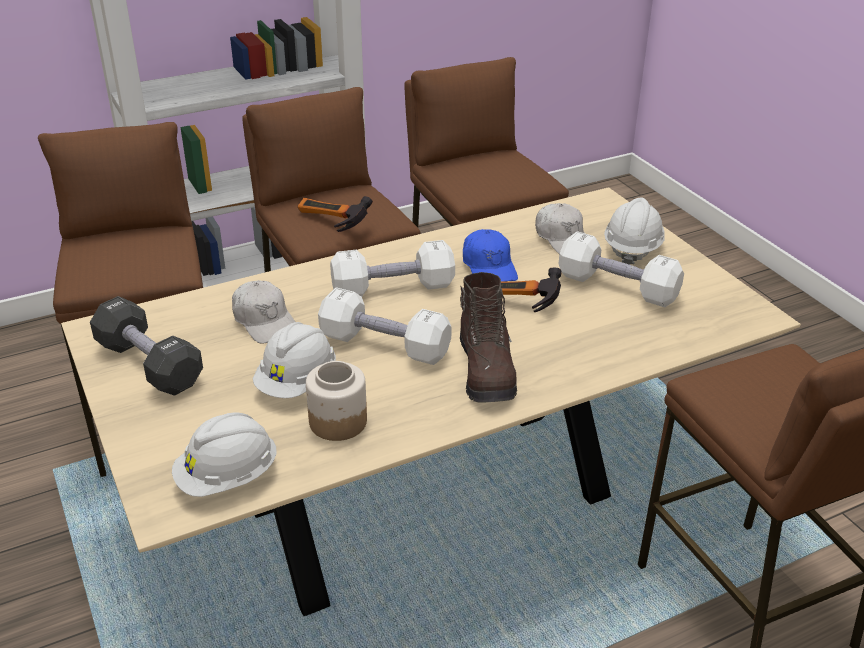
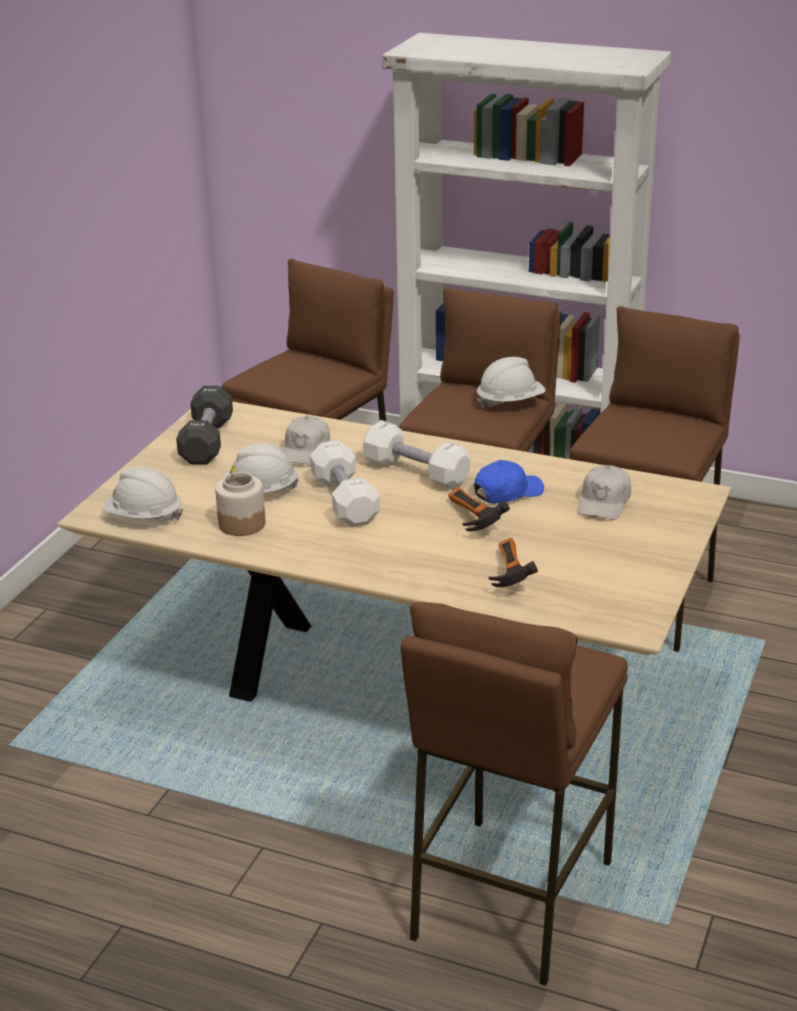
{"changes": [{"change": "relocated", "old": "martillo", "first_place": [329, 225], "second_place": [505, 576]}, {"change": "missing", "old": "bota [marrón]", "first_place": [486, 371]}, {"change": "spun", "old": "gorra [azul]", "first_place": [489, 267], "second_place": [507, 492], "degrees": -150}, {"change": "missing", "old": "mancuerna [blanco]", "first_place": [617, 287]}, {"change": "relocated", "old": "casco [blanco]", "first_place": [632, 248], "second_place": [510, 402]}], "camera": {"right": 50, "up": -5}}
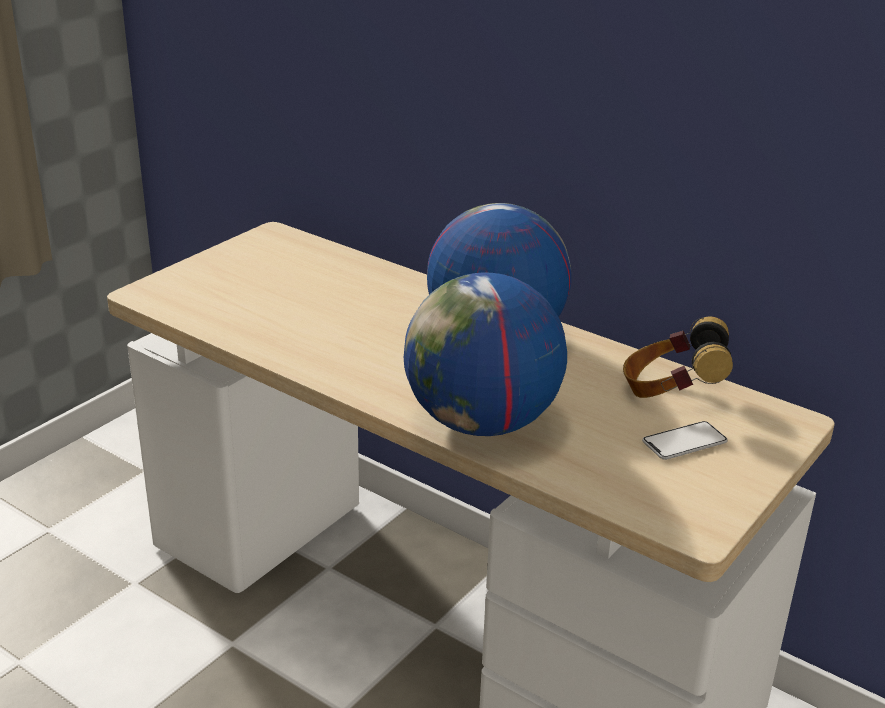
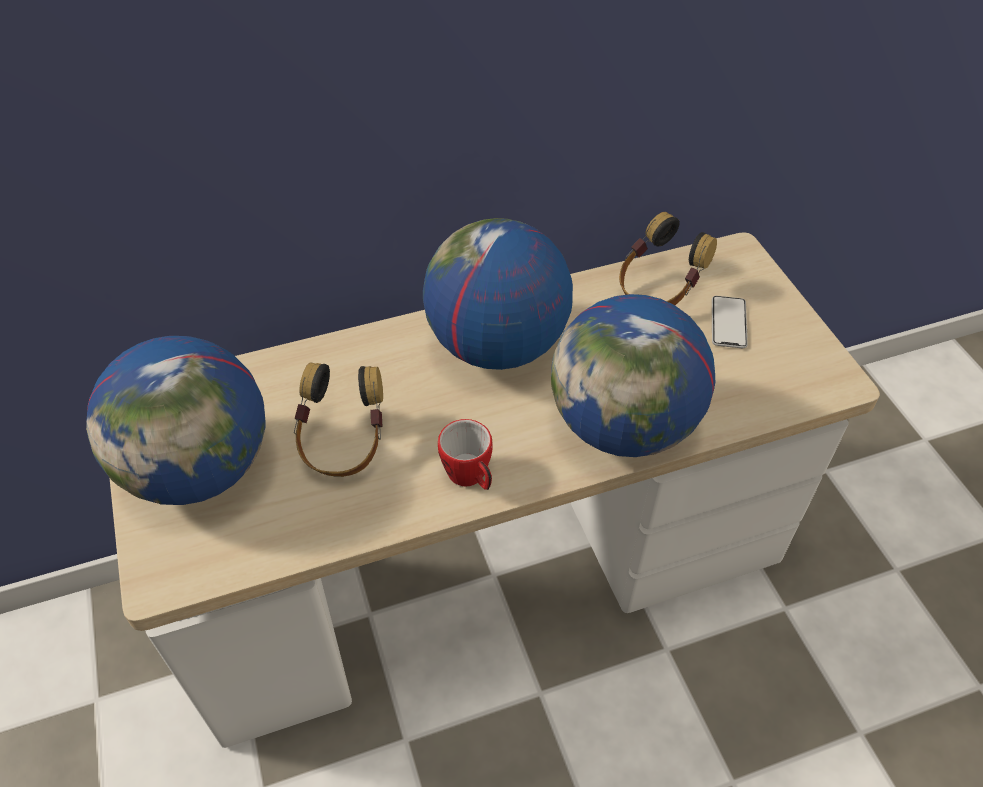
{"changes": [{"change": "appeared", "new": "globo terráqueo", "second_place": [200, 468]}, {"change": "appeared", "new": "auriculares", "second_place": [343, 444]}, {"change": "appeared", "new": "taza grande", "second_place": [470, 477]}], "camera": {"right": -55, "up": 20}}
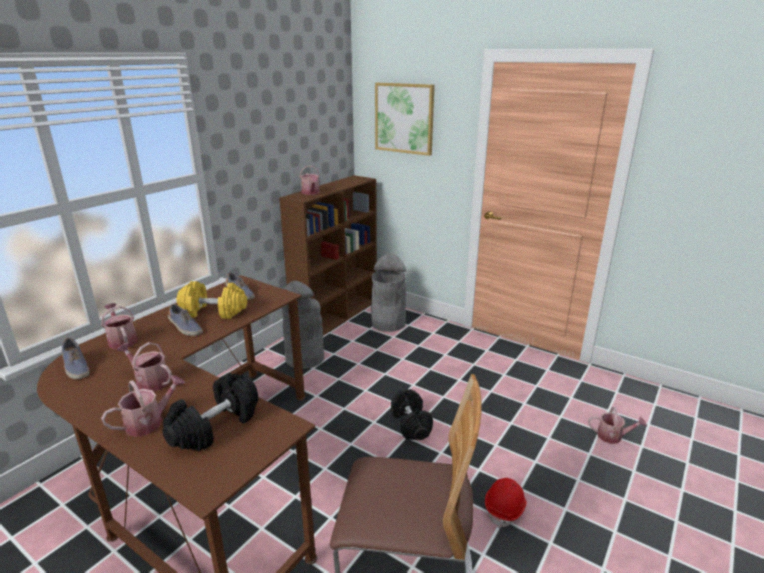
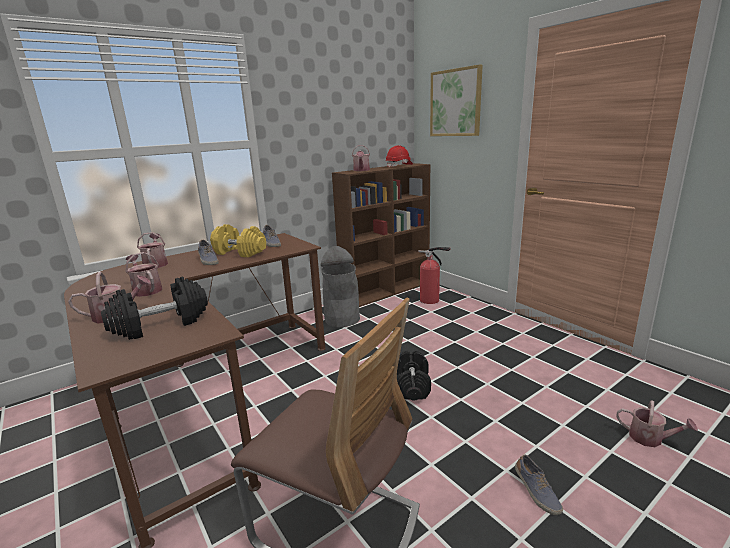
{"changes": [{"change": "relocated", "old": "zapato", "first_place": [75, 367], "second_place": [536, 492]}, {"change": "exchanged", "old": "papelera [gris]", "new": "extintor", "first_place": [388, 323], "second_place": [431, 300]}, {"change": "relocated", "old": "casco [rojo]", "first_place": [505, 508], "second_place": [399, 166]}], "camera": {"right": 20, "up": -5}}
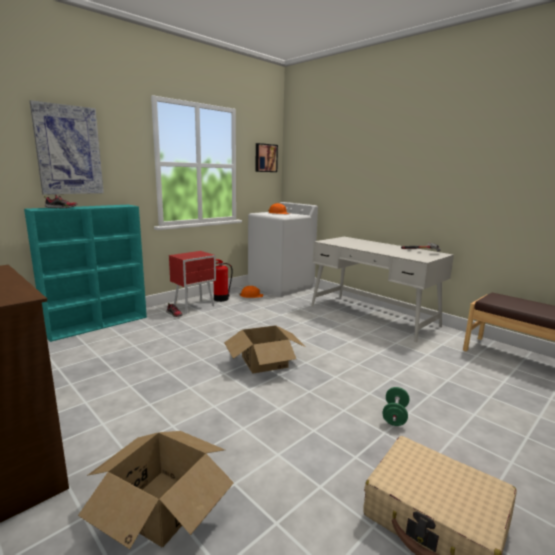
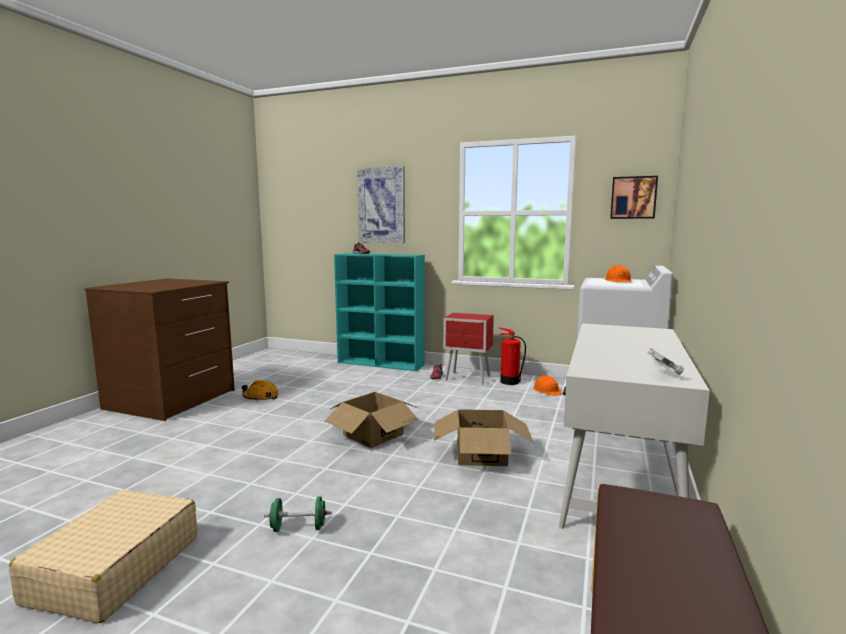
{"changes": [{"change": "relocated", "old": "caja de cartón", "first_place": [161, 506], "second_place": [480, 454]}, {"change": "appeared", "new": "casco [naranja]", "second_place": [261, 397]}], "camera": {"right": 65, "up": -5}}
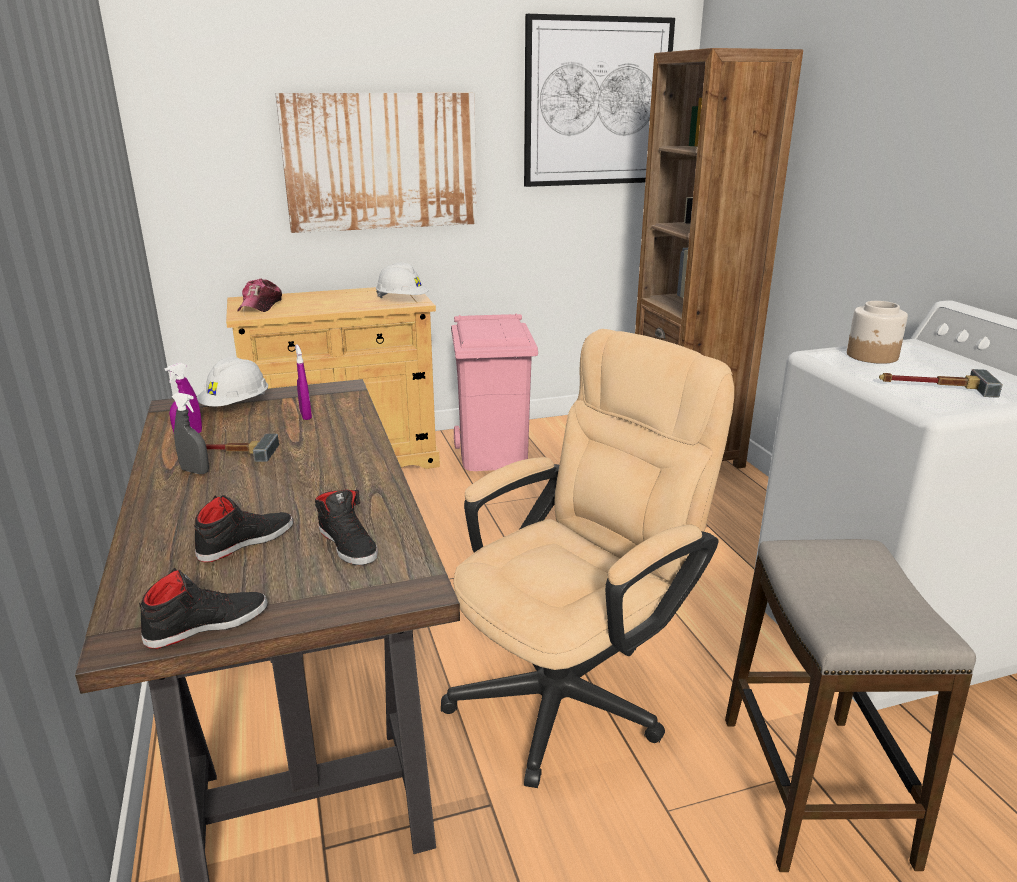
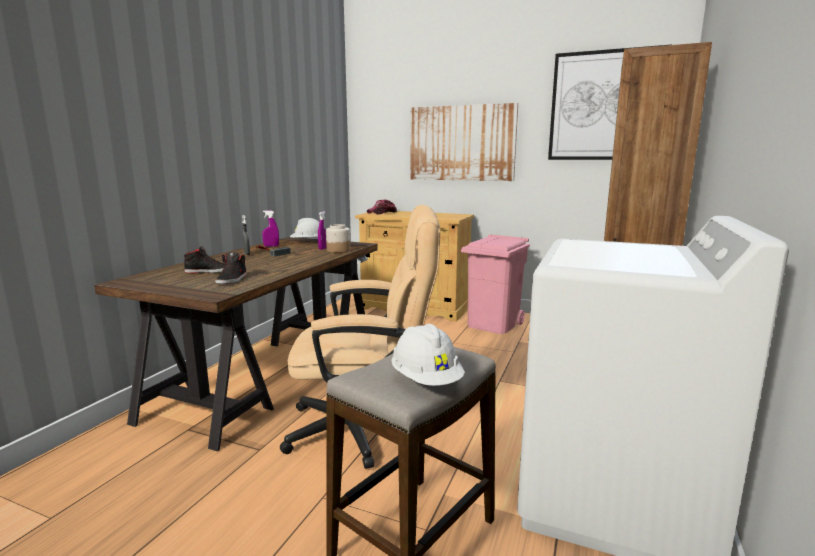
{"changes": [{"change": "missing", "old": "zapato [negro]", "first_place": [207, 624]}, {"change": "relocated", "old": "casco [blanco]", "first_place": [402, 300], "second_place": [426, 380]}, {"change": "relocated", "old": "tarro", "first_place": [872, 356], "second_place": [338, 250]}, {"change": "missing", "old": "martillo", "first_place": [933, 387]}], "camera": {"right": 40, "up": -10}}
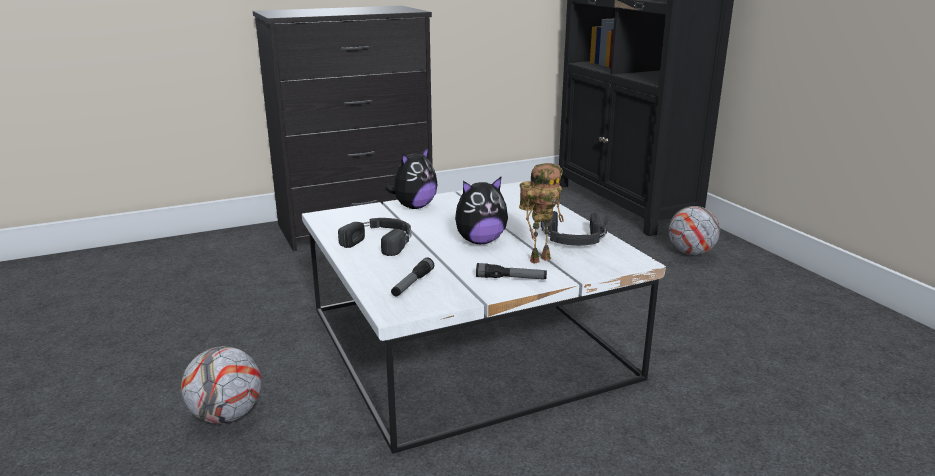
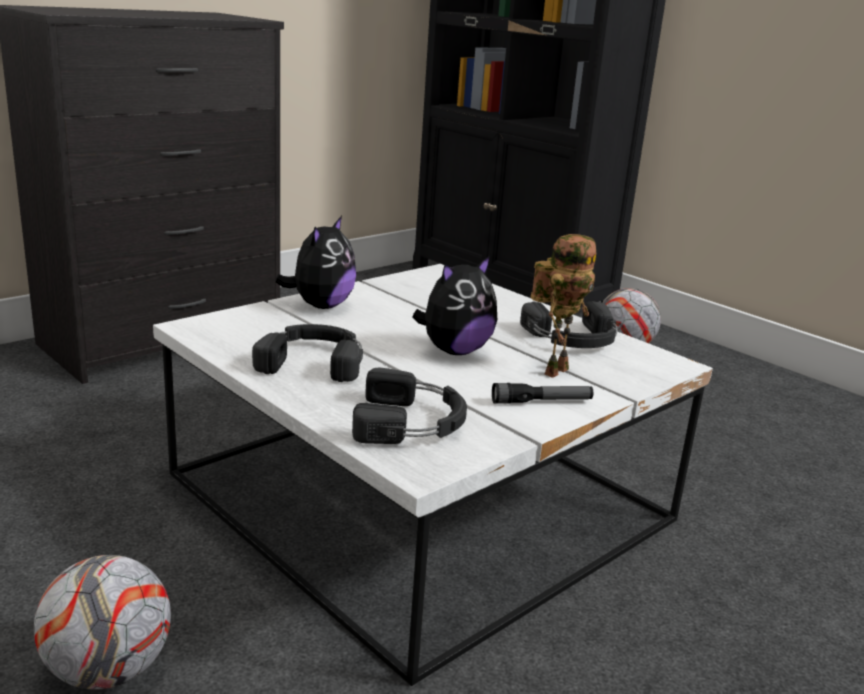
{"changes": [{"change": "exchanged", "old": "linterna", "new": "auriculares [negro]", "first_place": [412, 284], "second_place": [412, 422]}], "camera": {"right": -20, "up": 0}}
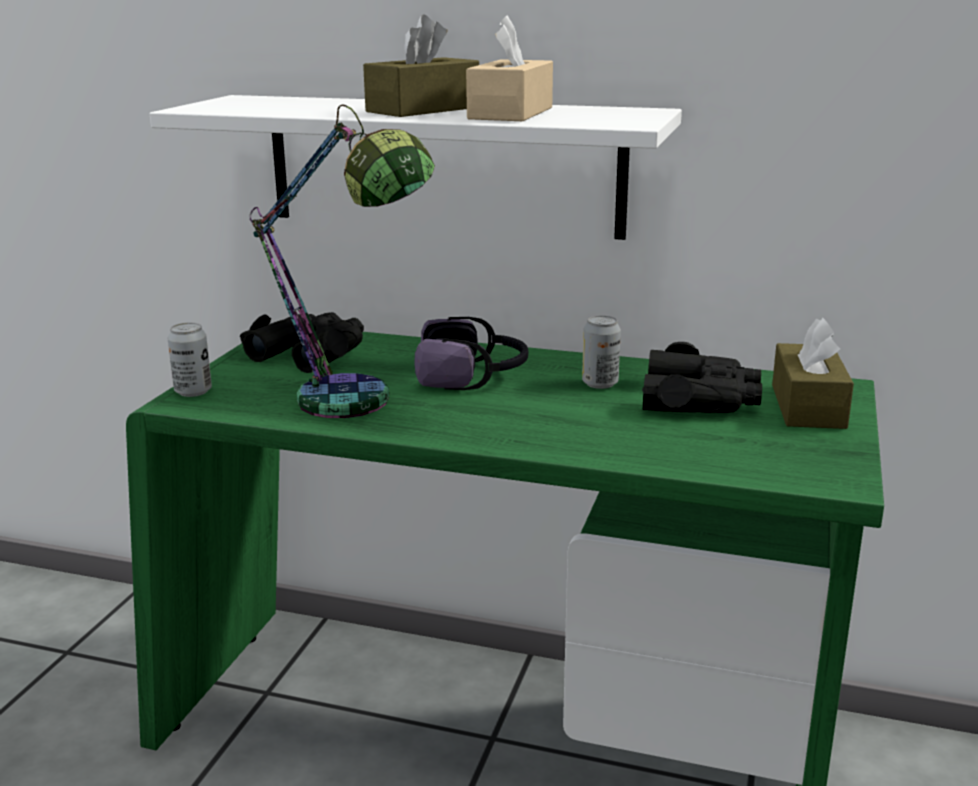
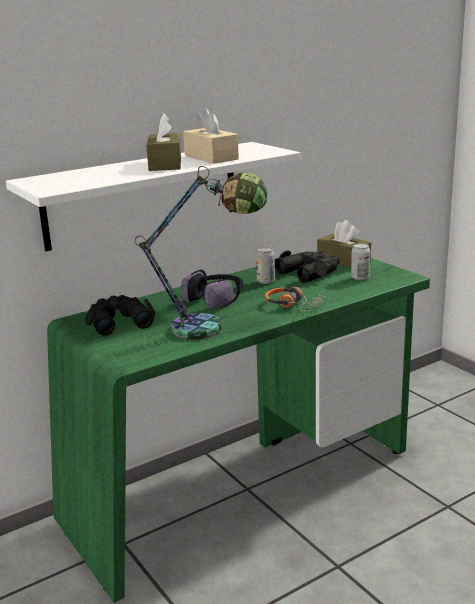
{"changes": [{"change": "relocated", "old": "lata", "first_place": [193, 391], "second_place": [360, 277]}, {"change": "appeared", "new": "auriculares", "second_place": [294, 305]}], "camera": {"right": -50, "up": 0}}
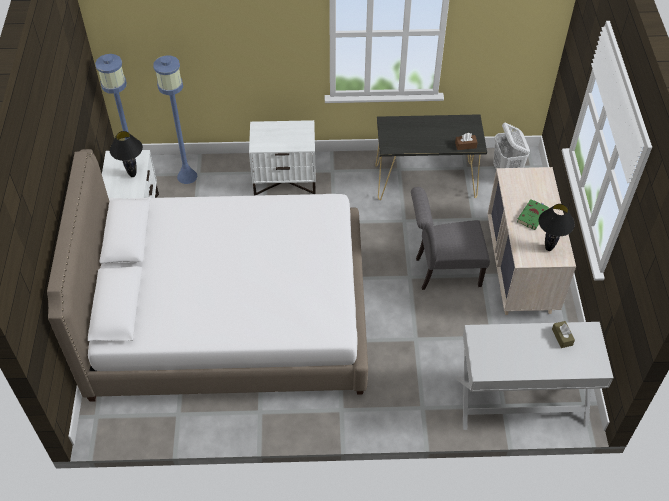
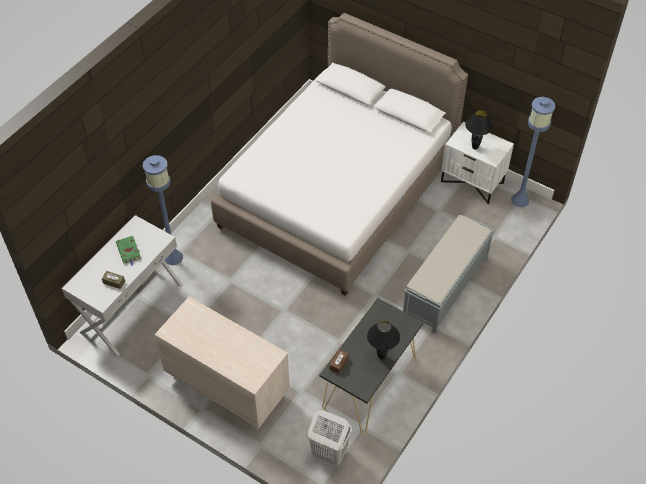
{"changes": [{"change": "relocated", "old": "lámpara de pie [azul]", "first_place": [187, 176], "second_place": [173, 257]}, {"change": "exchanged", "old": "mesita de noche [blanco]", "new": "banco [gris]", "first_place": [285, 180], "second_place": [445, 287]}, {"change": "missing", "old": "silla [gris]", "first_place": [443, 272]}, {"change": "relocated", "old": "libro [verde]", "first_place": [532, 215], "second_place": [129, 251]}, {"change": "relocated", "old": "lámpara de mesa [negro]", "first_place": [548, 248], "second_place": [381, 356]}], "camera": {"right": 125, "up": 0}}
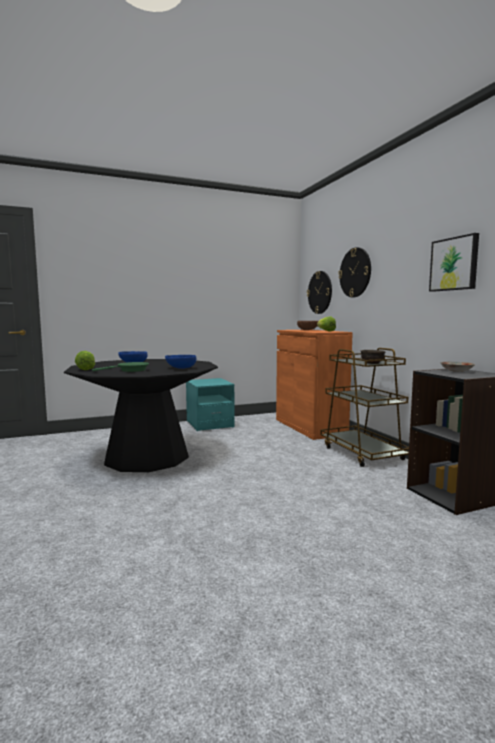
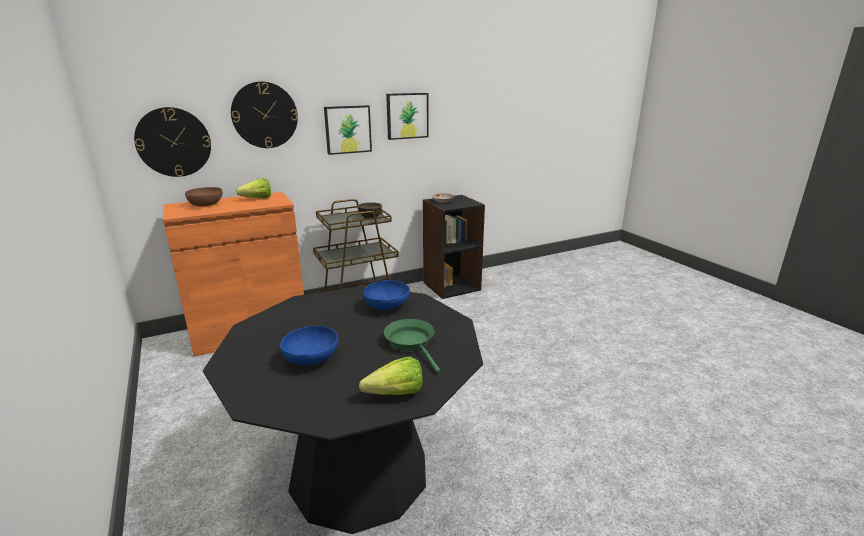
{"changes": [{"change": "missing", "old": "mesita de noche [turquesa]", "first_place": [209, 424]}, {"change": "appeared", "new": "cuadro", "second_place": [347, 129]}], "camera": {"right": -95, "up": 15}}
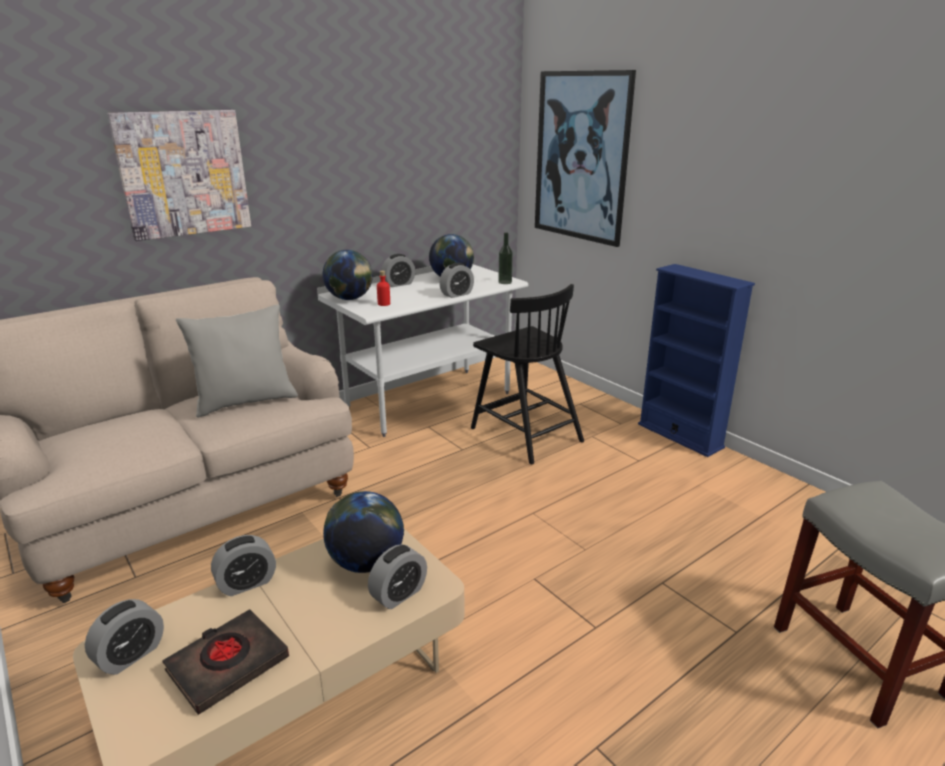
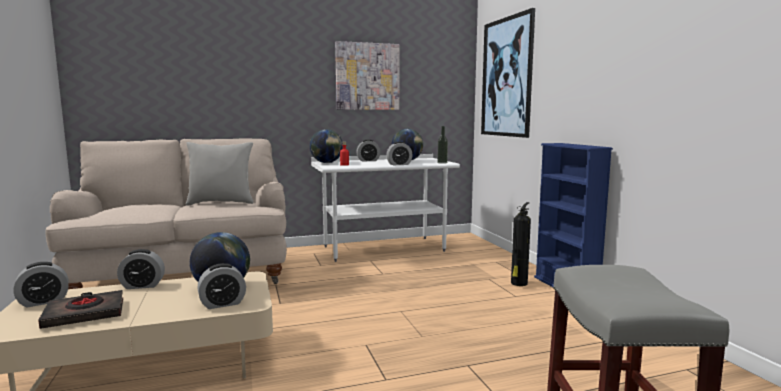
{"changes": [{"change": "relocated", "old": "cuadro", "first_place": [184, 174], "second_place": [367, 76]}, {"change": "missing", "old": "silla [negro]", "first_place": [525, 434]}, {"change": "appeared", "new": "extintor", "second_place": [518, 283]}], "camera": {"right": 20, "up": -15}}
